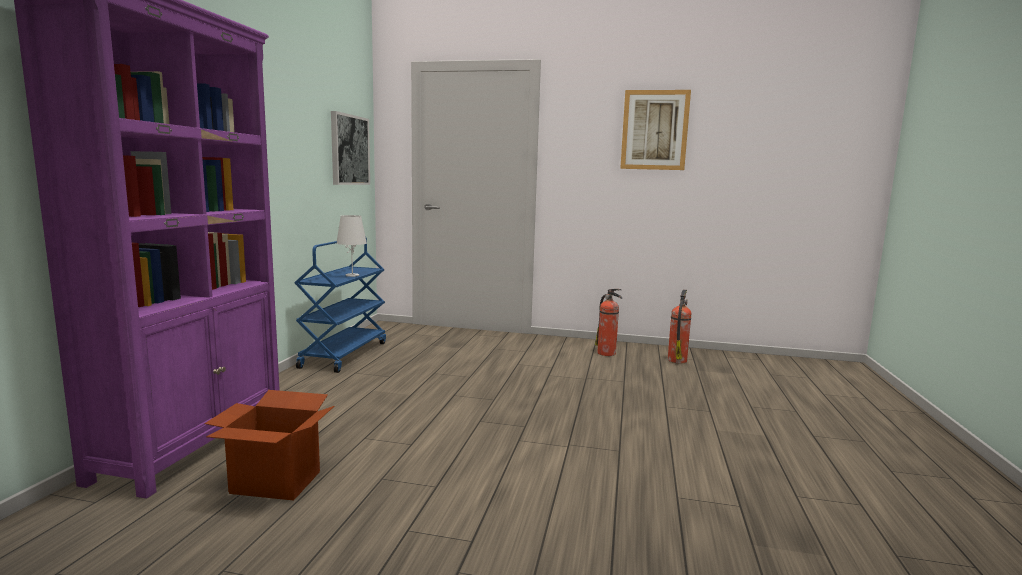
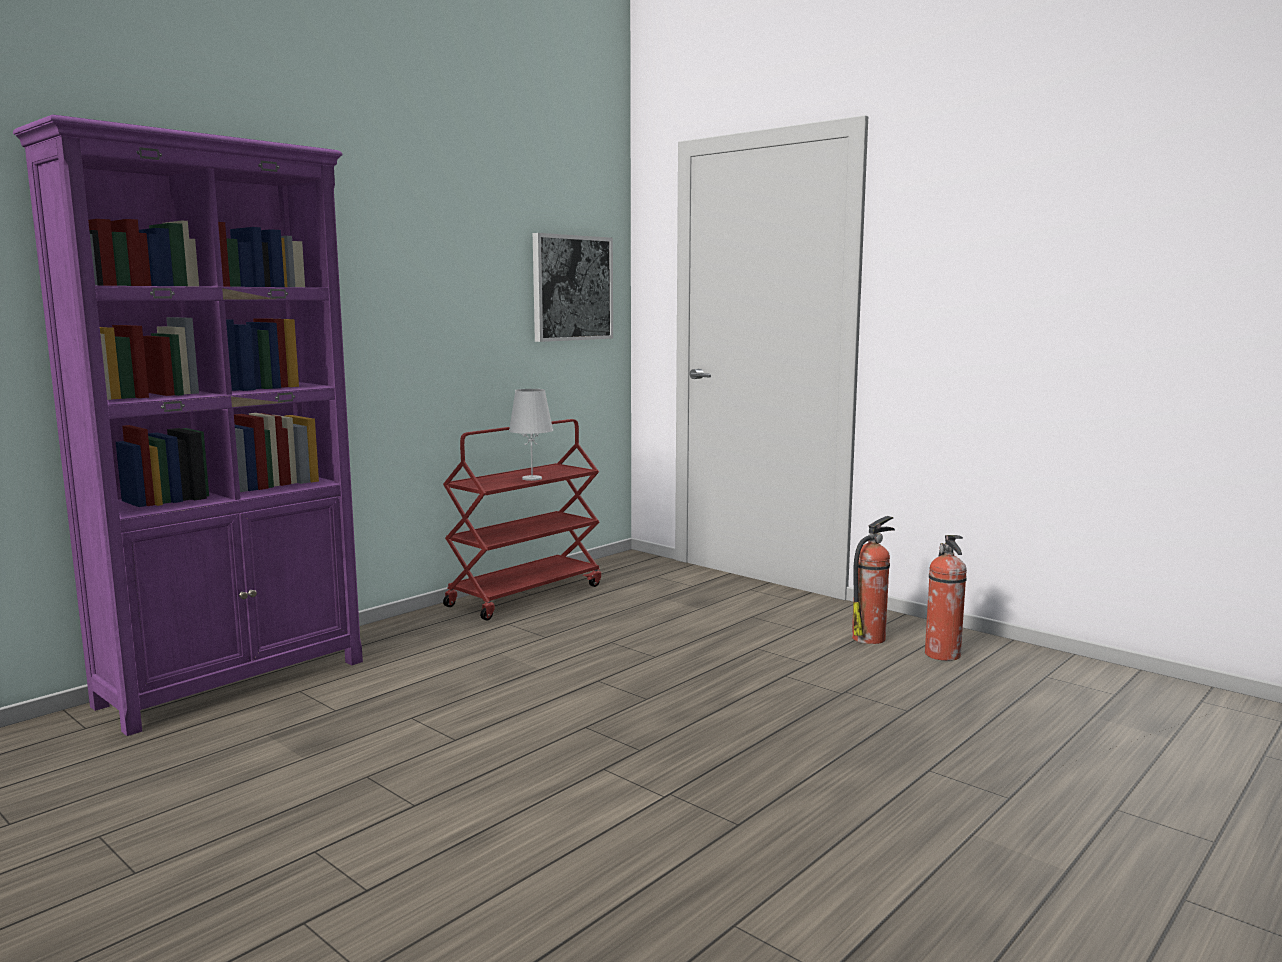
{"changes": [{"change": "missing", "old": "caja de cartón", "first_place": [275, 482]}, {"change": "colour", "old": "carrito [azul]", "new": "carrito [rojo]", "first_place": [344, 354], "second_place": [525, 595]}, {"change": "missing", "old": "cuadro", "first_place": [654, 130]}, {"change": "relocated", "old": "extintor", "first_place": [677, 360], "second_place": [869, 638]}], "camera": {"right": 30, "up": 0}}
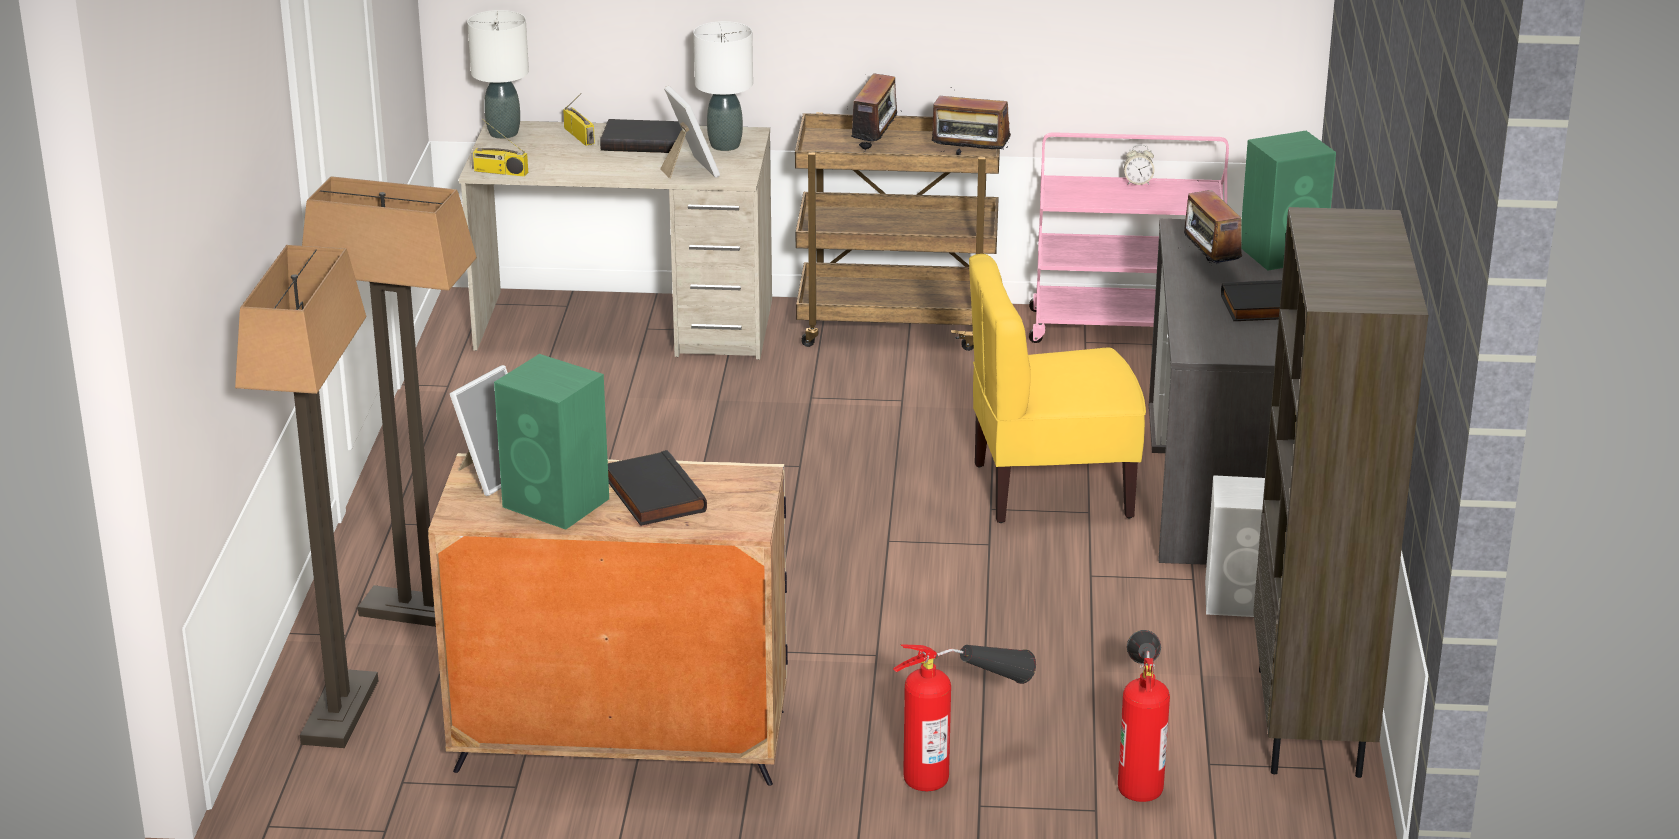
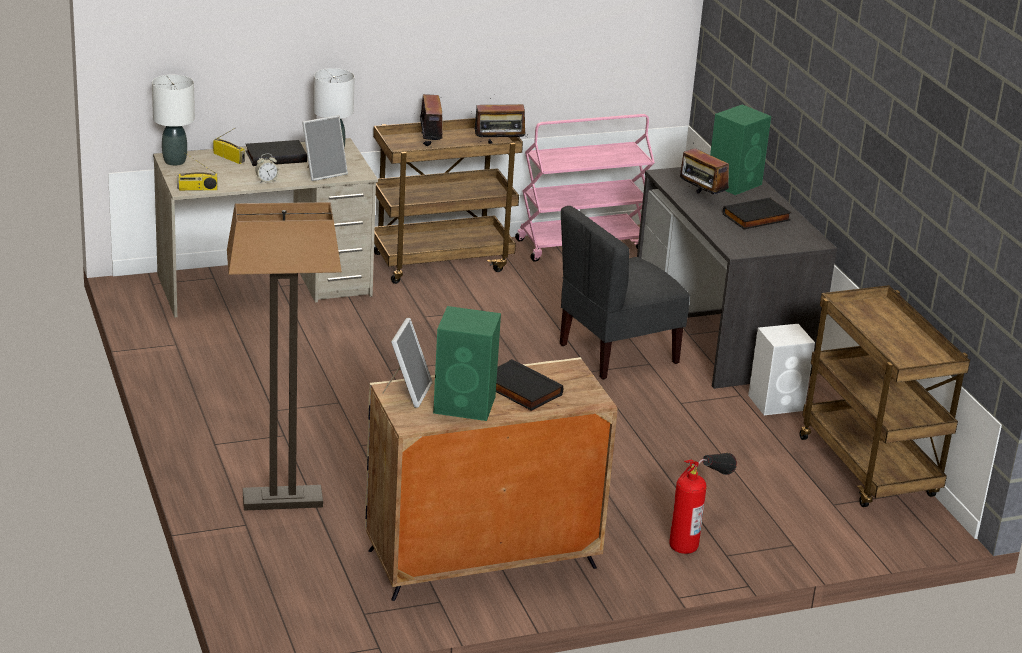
{"changes": [{"change": "missing", "old": "lámpara de pie", "first_place": [339, 711]}, {"change": "spun", "old": "portarretratos", "first_place": [688, 170], "second_place": [323, 172], "degrees": 105}, {"change": "colour", "old": "silla [amarillo]", "new": "silla [gris]", "first_place": [1051, 489], "second_place": [616, 353]}, {"change": "missing", "old": "extintor", "first_place": [1139, 763]}, {"change": "relocated", "old": "despertador", "first_place": [1138, 182], "second_place": [267, 181]}, {"change": "exchanged", "old": "estantería [marrón]", "new": "carrito [marrón]", "first_place": [1312, 723], "second_place": [870, 469]}], "camera": {"right": -25, "up": 0}}
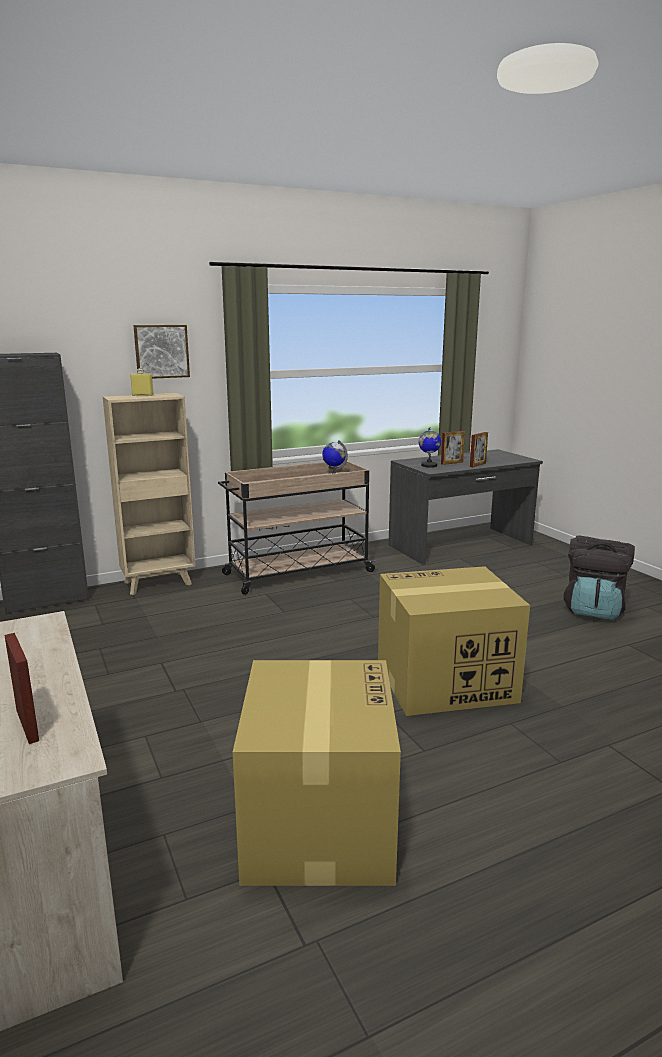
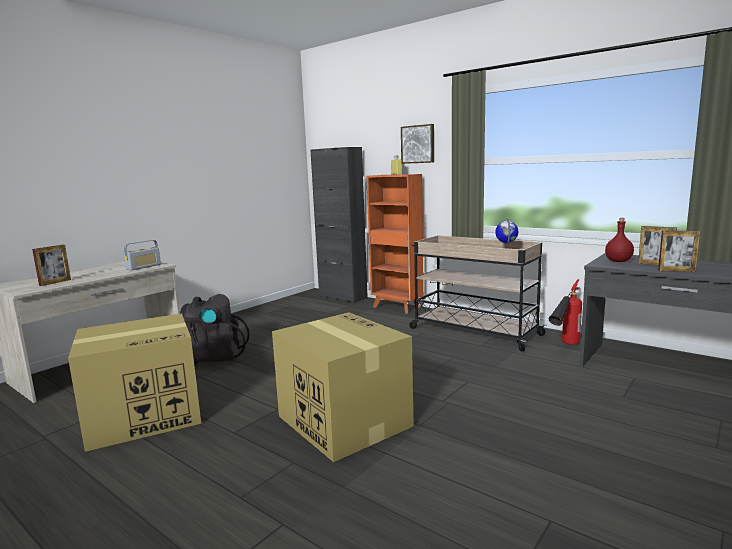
{"changes": [{"change": "colour", "old": "estantería [beis]", "new": "estantería [naranja]", "first_place": [159, 583], "second_place": [397, 307]}, {"change": "exchanged", "old": "globo terráqueo", "new": "botella [rojo]", "first_place": [429, 465], "second_place": [618, 261]}, {"change": "relocated", "old": "mochila [negro]", "first_place": [593, 610], "second_place": [213, 357]}, {"change": "appeared", "new": "radio", "second_place": [144, 267]}, {"change": "appeared", "new": "extintor", "second_place": [564, 346]}], "camera": {"right": 65, "up": -5}}
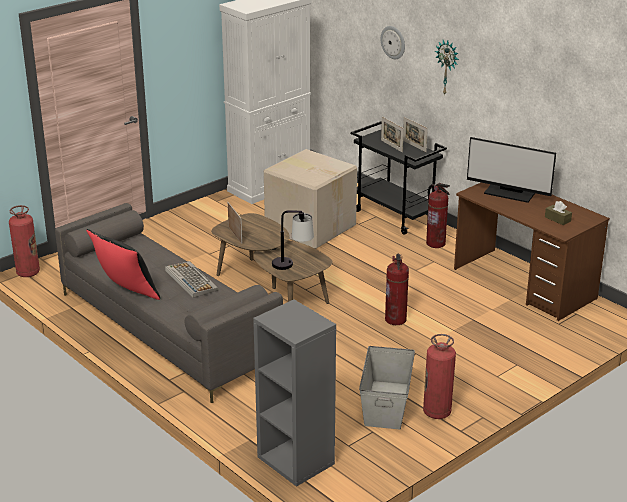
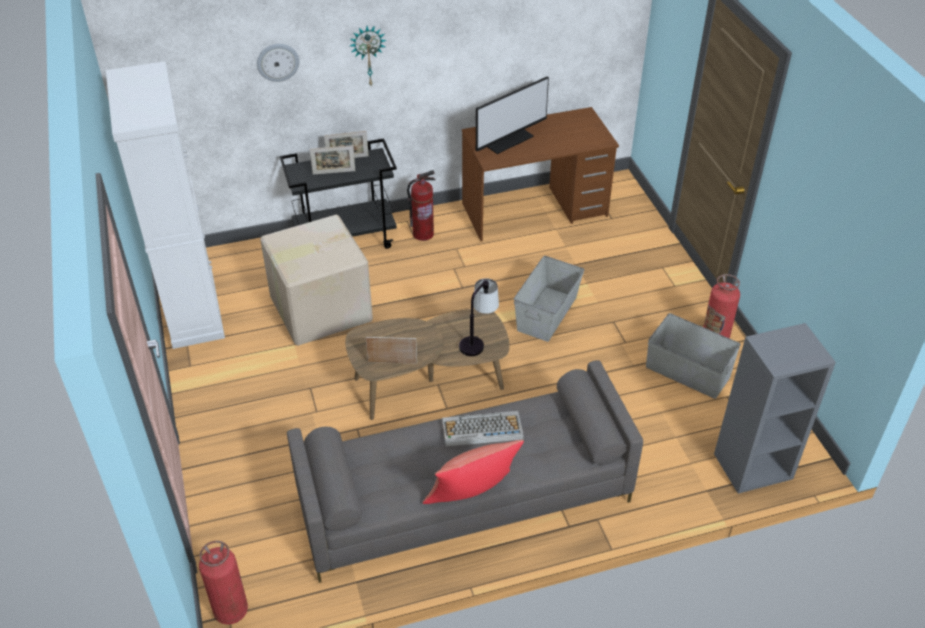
{"changes": [{"change": "colour", "old": "cojín [negro]", "new": "cojín [rojo]", "first_place": [126, 291], "second_place": [472, 496]}, {"change": "exchanged", "old": "extintor", "new": "caja de almacenaje [gris]", "first_place": [395, 319], "second_place": [547, 313]}, {"change": "missing", "old": "caja de pañuelos [marrón]", "first_place": [557, 219]}], "camera": {"right": -65, "up": 15}}
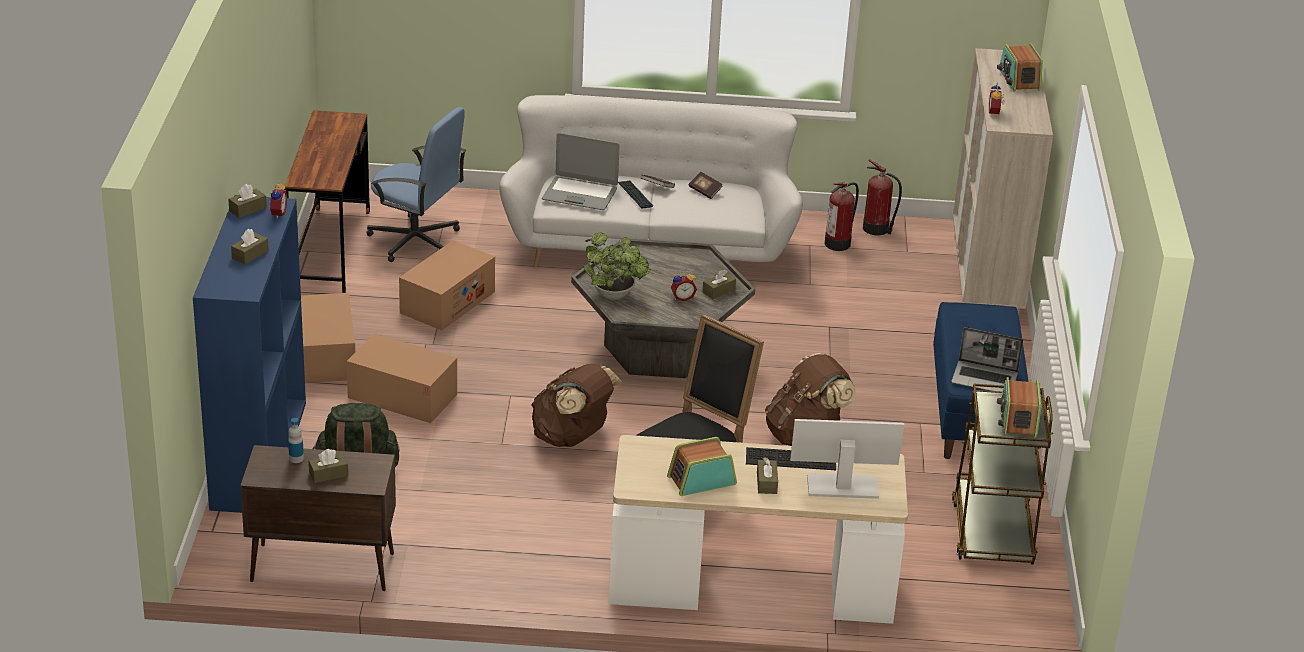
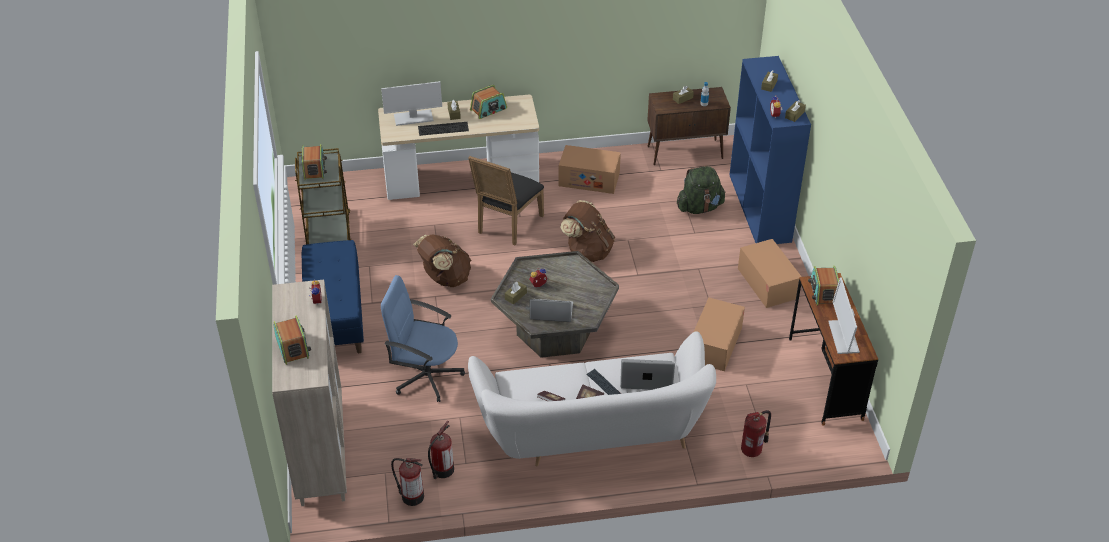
{"changes": [{"change": "relocated", "old": "caja de cartón", "first_place": [402, 396], "second_place": [589, 179]}, {"change": "relocated", "old": "silla de oficina [azul]", "first_place": [416, 241], "second_place": [426, 376]}, {"change": "missing", "old": "planta en maceta", "first_place": [615, 296]}, {"change": "relocated", "old": "portátil", "first_place": [985, 379], "second_place": [551, 312]}, {"change": "appeared", "new": "extintor", "second_place": [752, 450]}, {"change": "appeared", "new": "radio", "second_place": [823, 292]}, {"change": "appeared", "new": "monitor", "second_place": [843, 336]}], "camera": {"right": 170, "up": 10}}
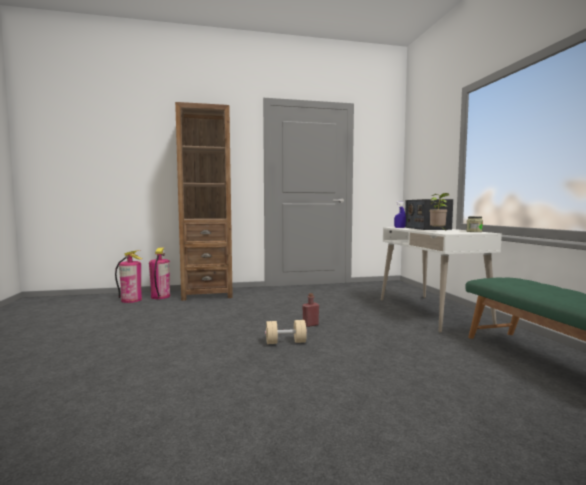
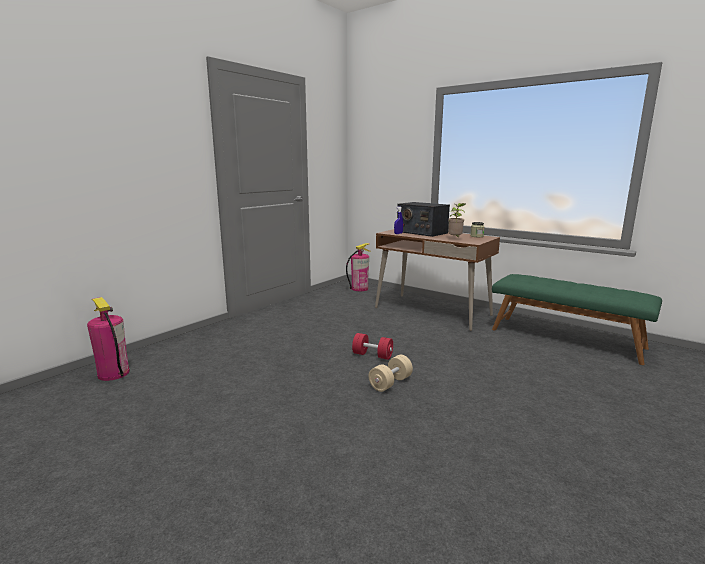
{"changes": [{"change": "relocated", "old": "extintor", "first_place": [131, 300], "second_place": [359, 288]}, {"change": "missing", "old": "estantería [marrón]", "first_place": [207, 294]}, {"change": "exchanged", "old": "botella [rojo]", "new": "mancuerna [rojo]", "first_place": [310, 325], "second_place": [372, 355]}, {"change": "colour", "old": "escritorio [blanco]", "new": "escritorio [marrón]", "first_place": [431, 312], "second_place": [432, 311]}], "camera": {"right": -40, "up": 10}}
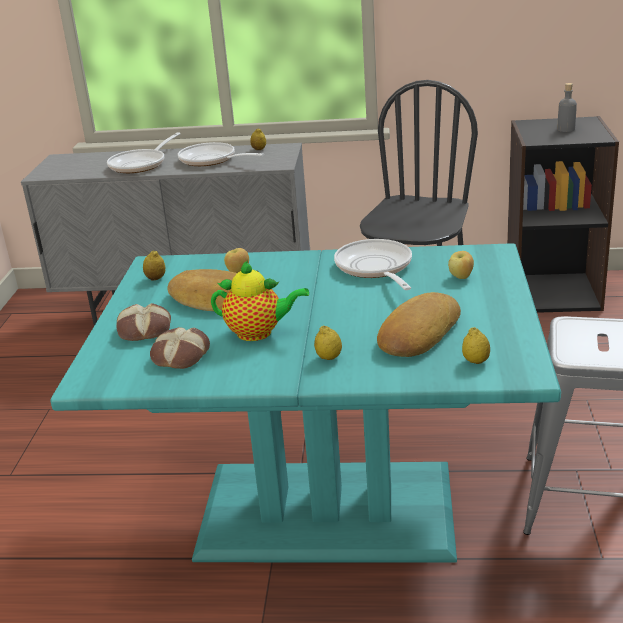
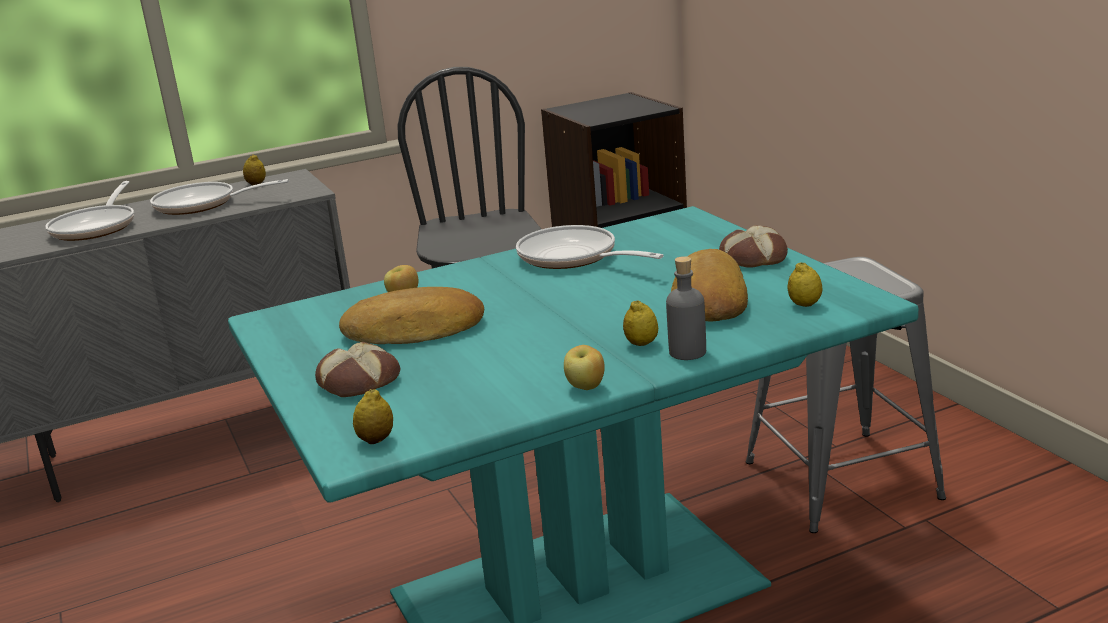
{"changes": [{"change": "relocated", "old": "limón", "first_place": [156, 278], "second_place": [376, 440]}, {"change": "relocated", "old": "pan", "first_place": [180, 355], "second_place": [752, 257]}, {"change": "missing", "old": "tetera", "first_place": [258, 333]}, {"change": "relocated", "old": "manzana", "first_place": [461, 277], "second_place": [586, 387]}, {"change": "relocated", "old": "botella [gris]", "first_place": [566, 129], "second_place": [687, 352]}], "camera": {"right": -30, "up": -5}}
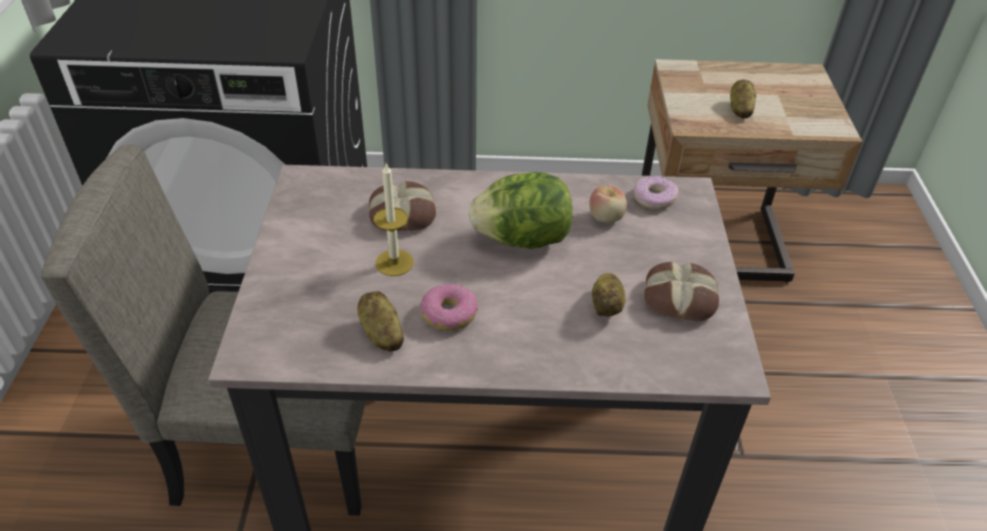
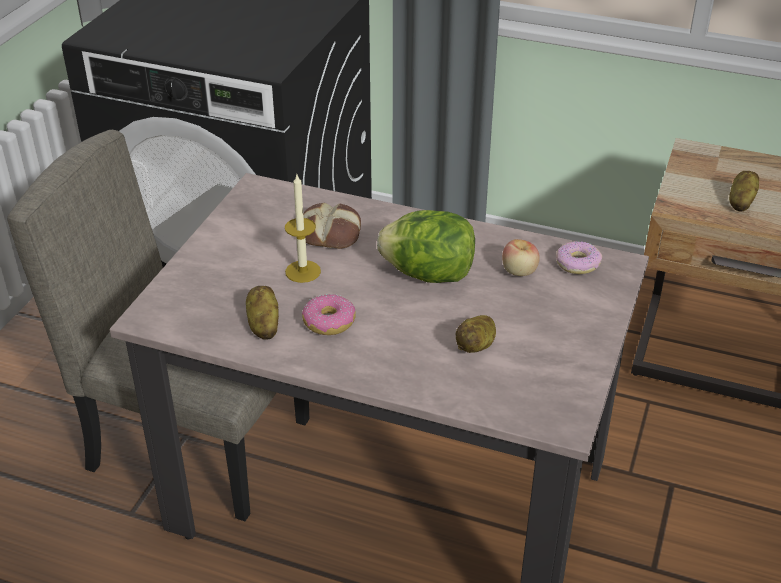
{"changes": [{"change": "missing", "old": "pan", "first_place": [680, 297]}], "camera": {"right": 20, "up": -5}}
